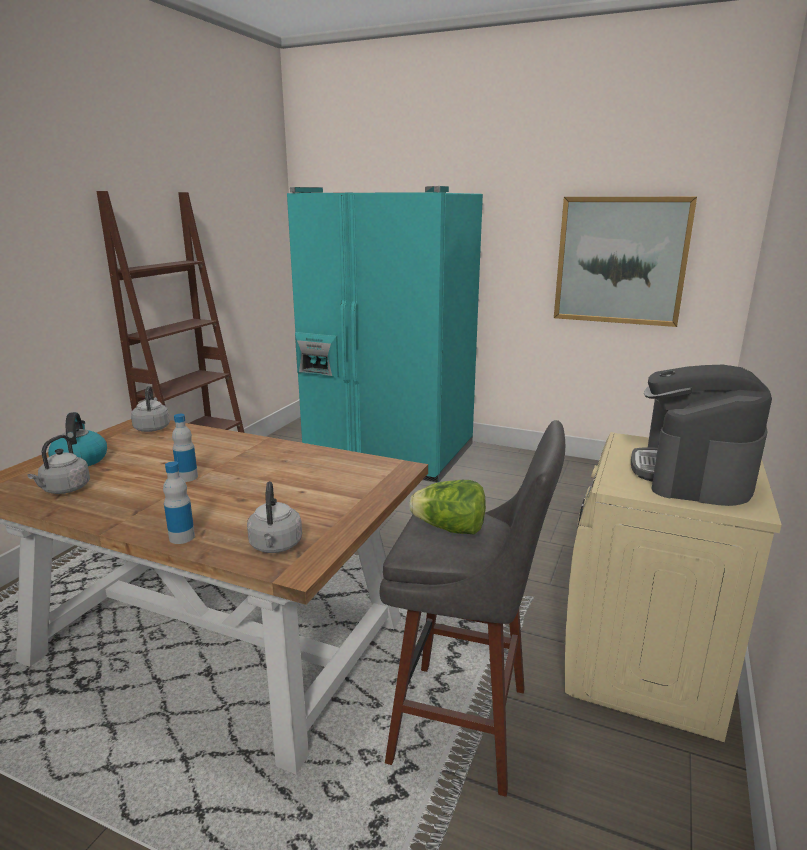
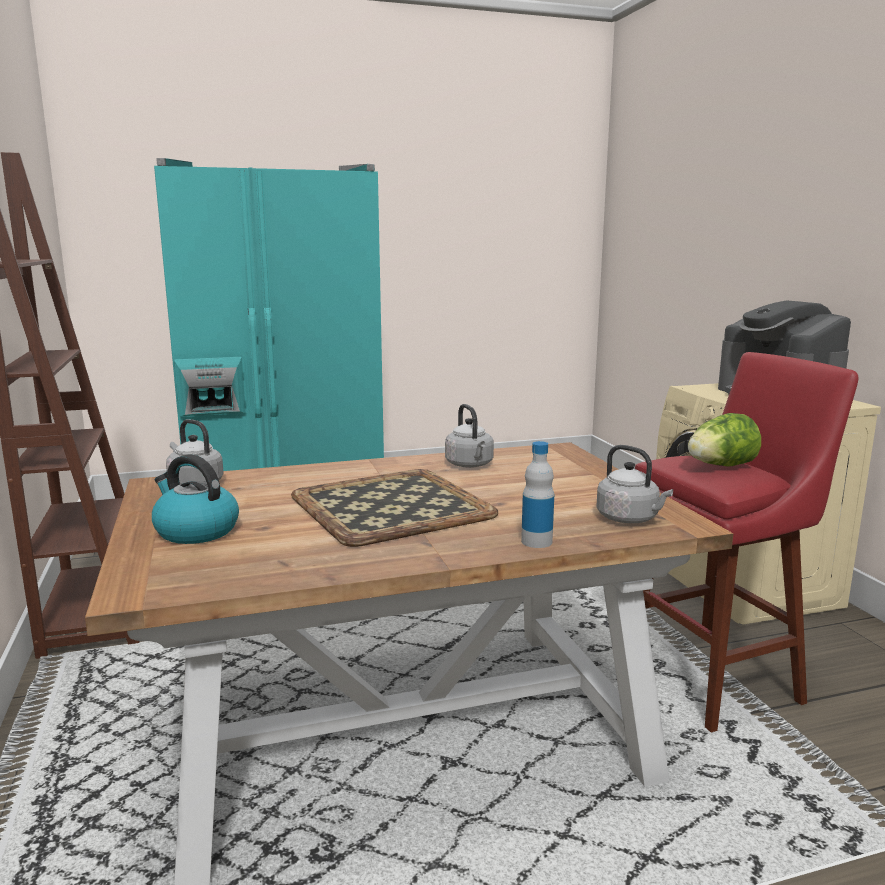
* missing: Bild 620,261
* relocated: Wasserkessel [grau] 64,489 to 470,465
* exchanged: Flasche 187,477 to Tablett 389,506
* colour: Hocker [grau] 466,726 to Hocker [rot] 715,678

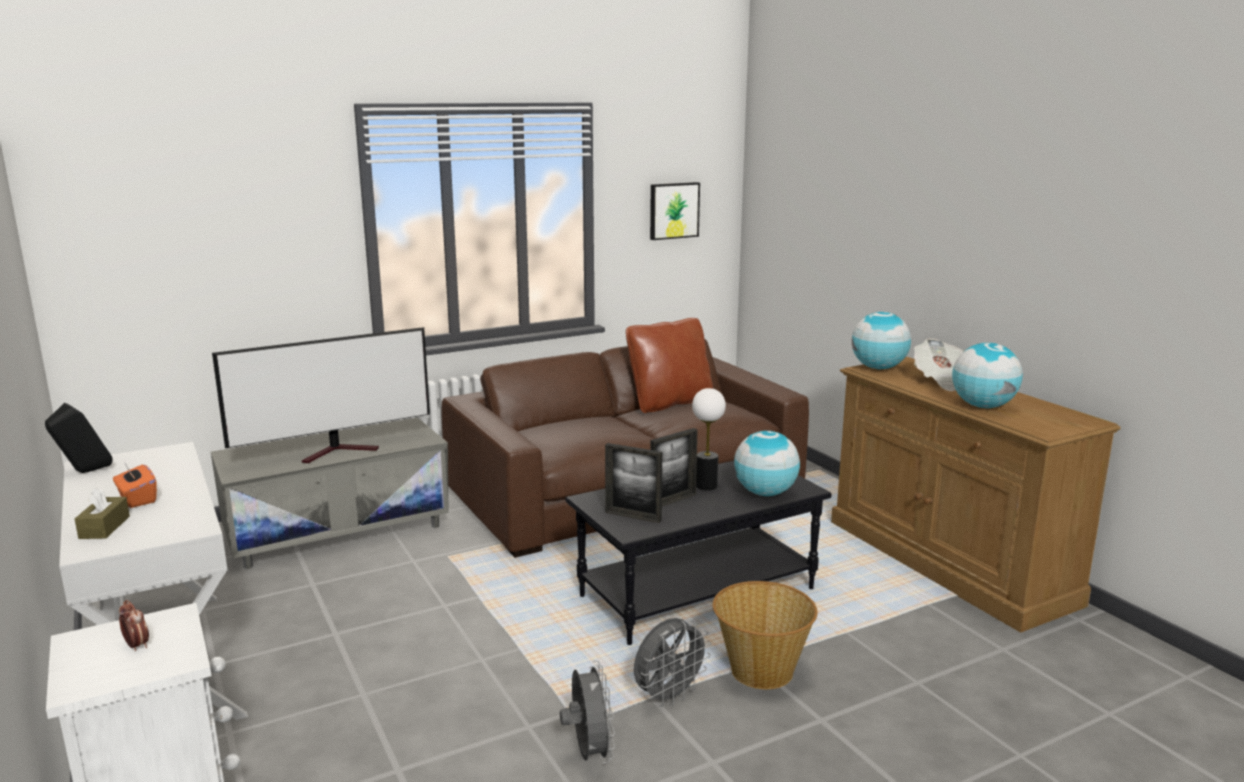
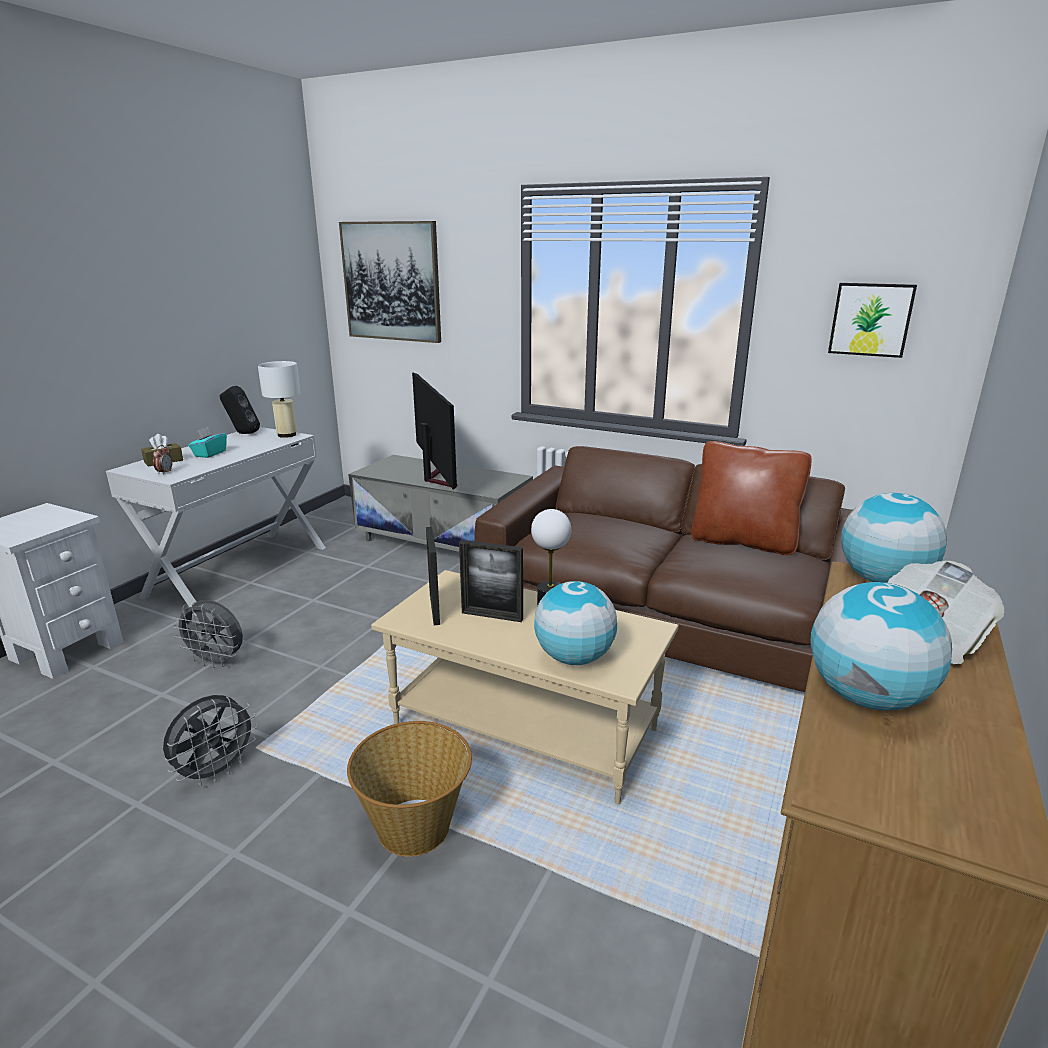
* appeared: Tischlampe [weiß] 286,435
* appeared: Bild 391,282
* relocated: Wecker 136,646 to 165,472
* relocated: Ventilator [grau] 669,696 to 217,661
* colour: Taschentuchbox [orange] 137,499 to Taschentuchbox [türkis] 210,454
* colour: Couchtisch [schwarz] 697,591 to Couchtisch [beige] 526,726
* spun: Fernseher 340,451 = 435,479 135 degrees counterclockwise

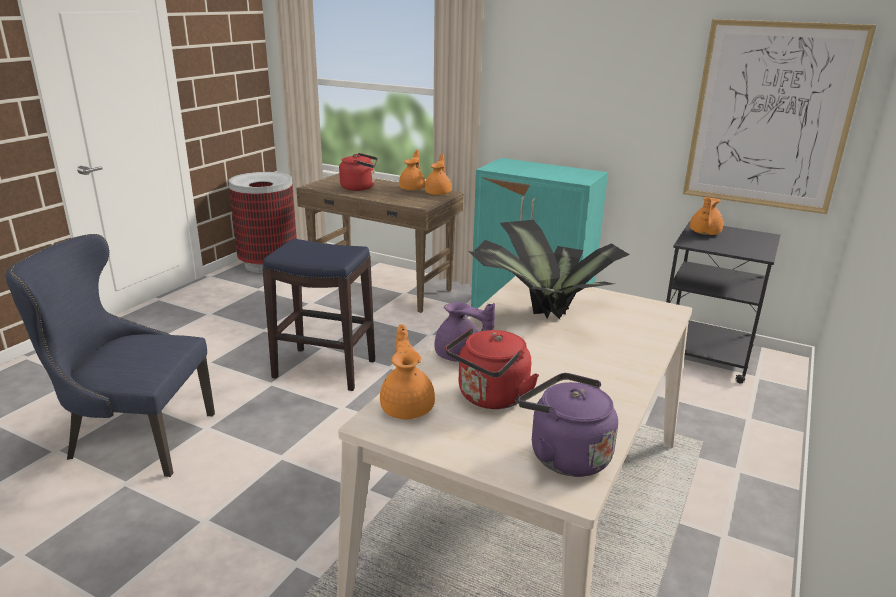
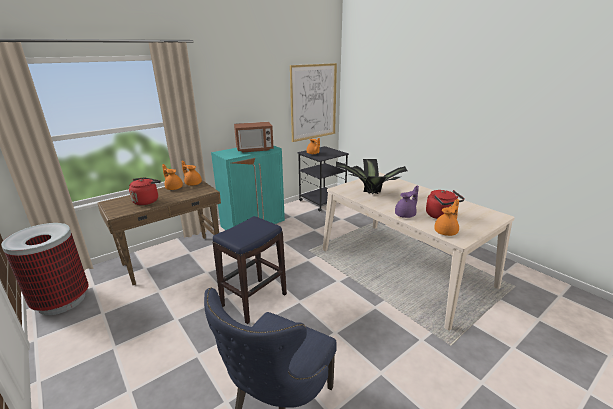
* missing: Wasserkessel [lila] 564,455
* appeared: Mikrowelle 254,149
* spun: Teekanne [orange] 407,406 = 446,232 120 degrees clockwise

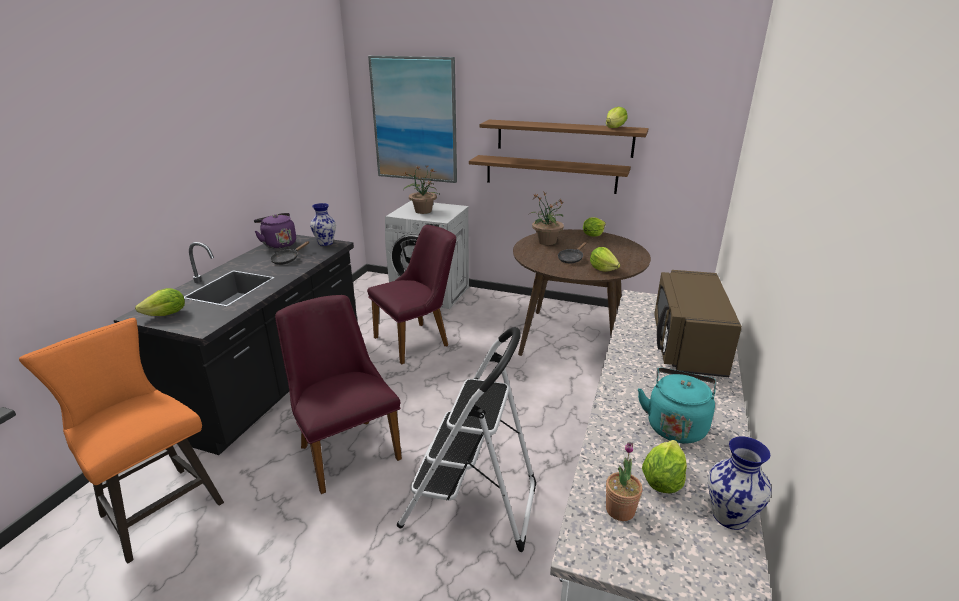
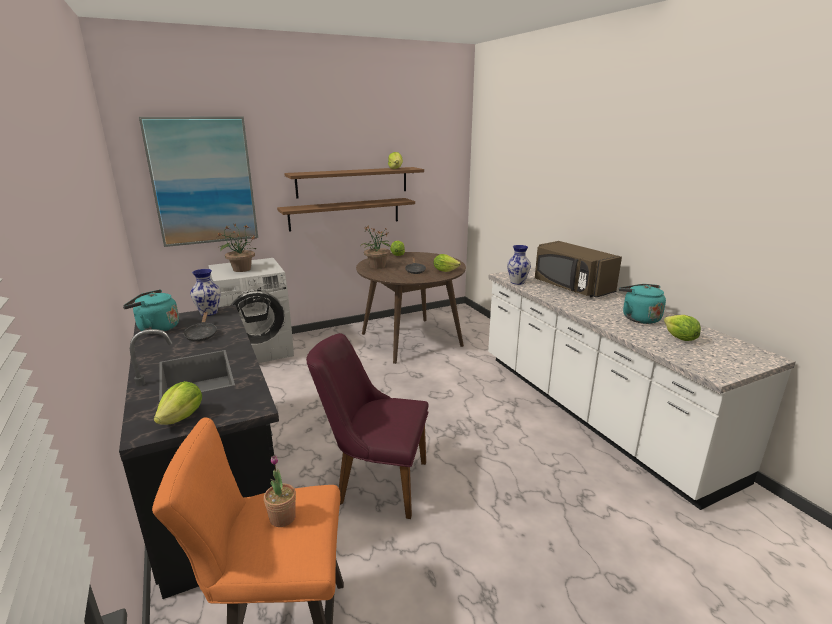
* missing: Stuhl [lila] 418,340
* missing: Trittleiter 473,506
* relocated: Topfpflanze 620,510 to 282,518
* relocated: Vase 729,516 to 517,282
* colour: Wasserkessel [lila] 278,244 to Wasserkessel [türkis] 156,328

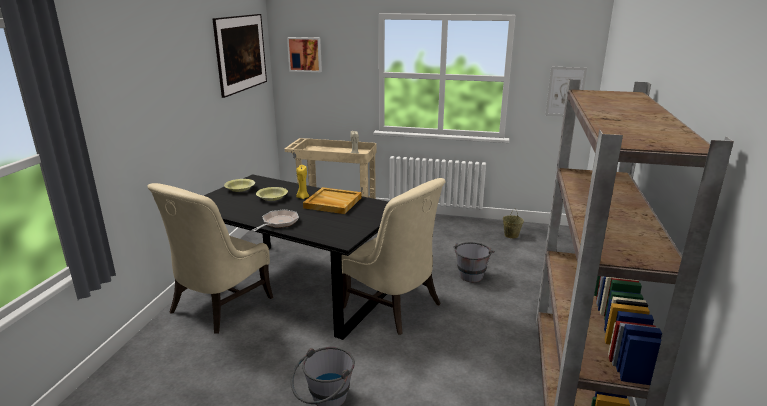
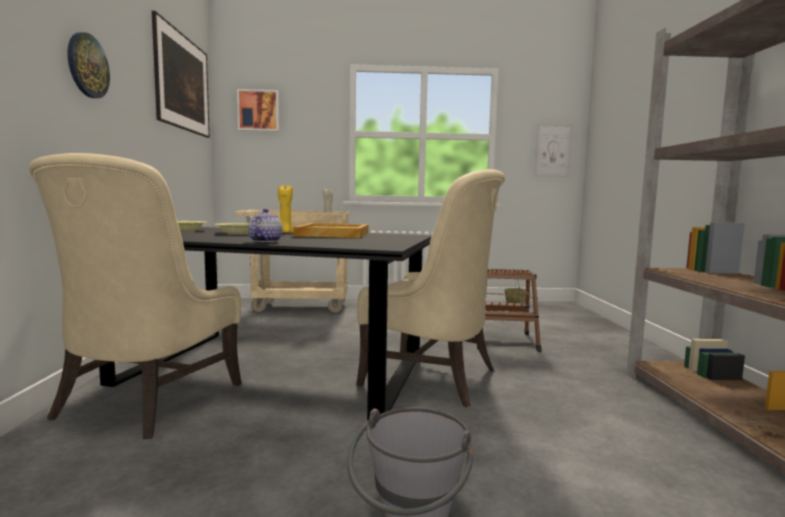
* appeared: Wanduhr 87,66
* exchanged: Pfanne 278,223 to Teekanne 265,241
* exchanged: Eimer [grau] 471,273 to Trittleiter [braun] 504,341

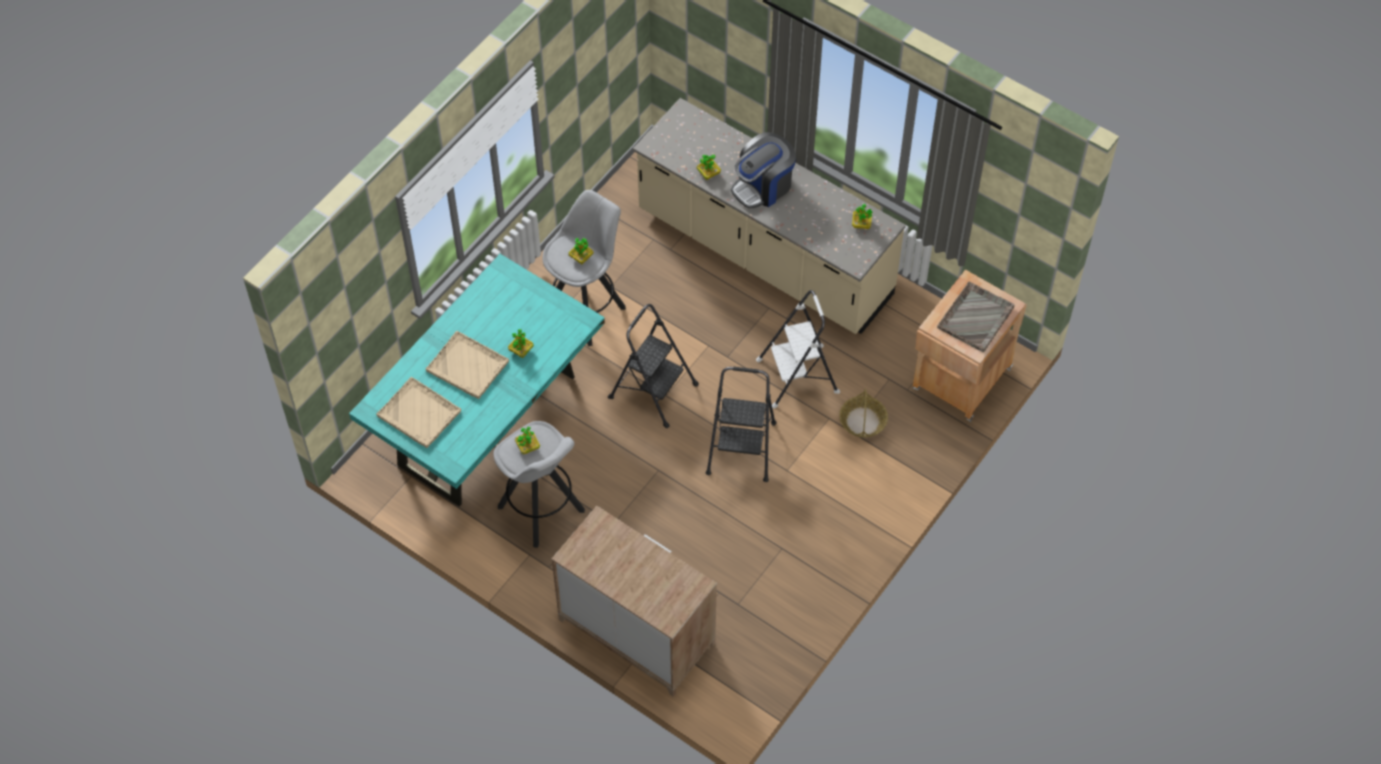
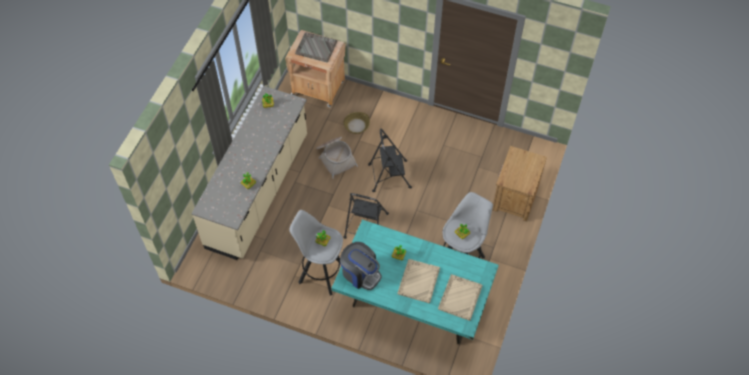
* relocated: Kaffeemaschine 763,186 to 360,273
* exchanged: Kommode 635,631 to Nachttisch [braun] 514,197
* exchanged: Trittleiter [weiß] 800,375 to Korb 335,158

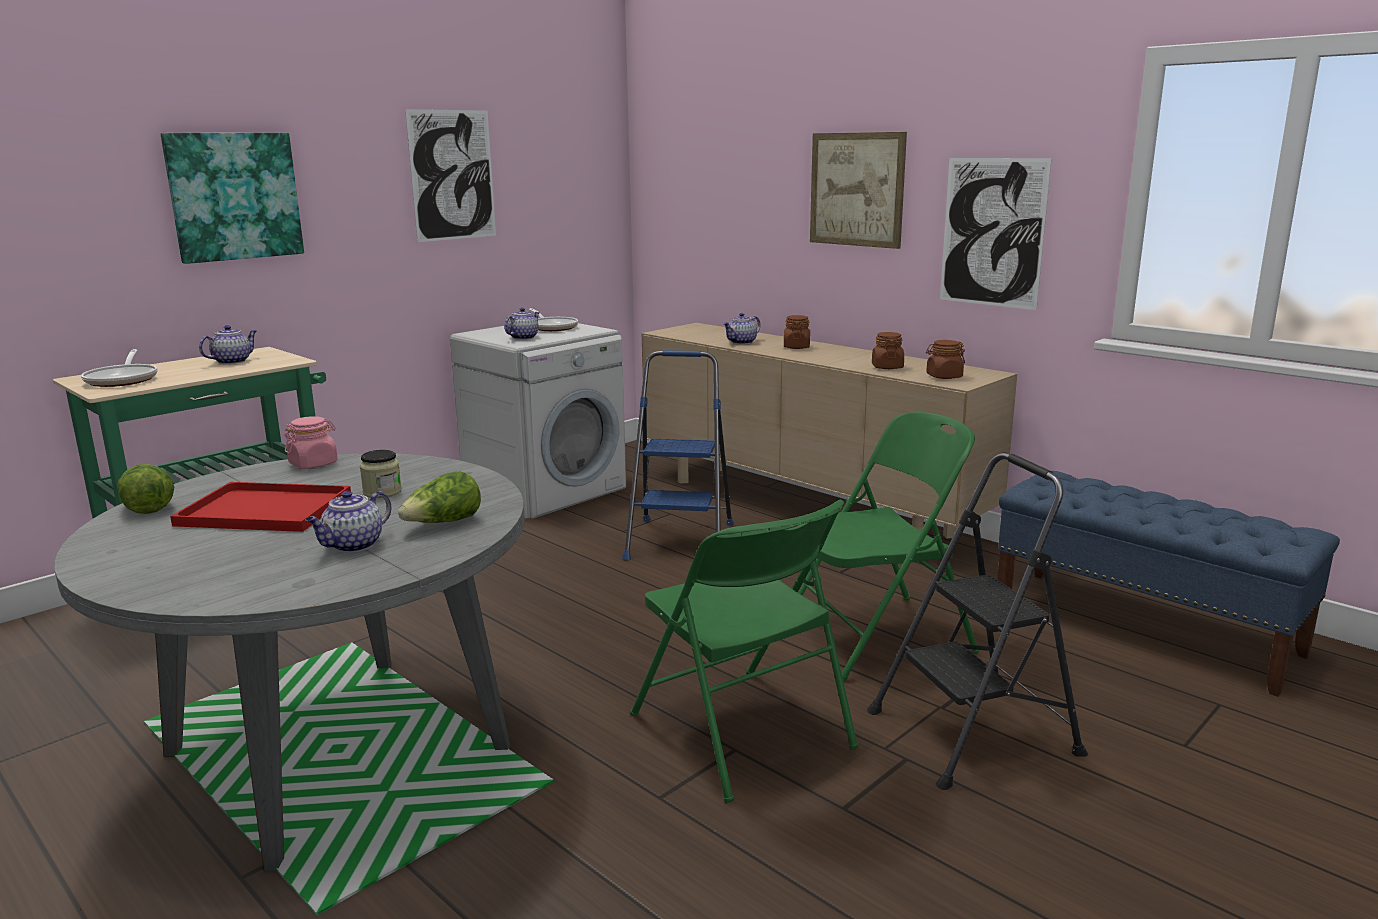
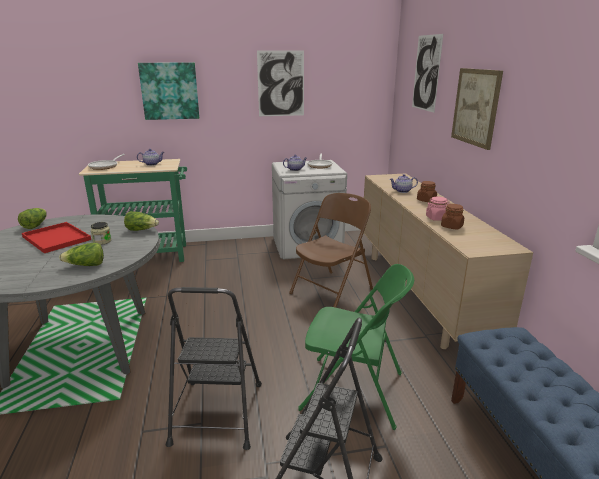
* missing: Teekanne 353,545
* missing: Vorratsglas [braun] 944,376
* appeared: Salatkopf 142,230
* relocated: Vorratsglas [rosa] 313,464 to 436,218
* relocated: Bild 992,232 to 426,73
* exchanged: Trittleiter [blau] 681,538 to Stuhl [braun] 331,291
* exchanged: Stuhl [grün] 740,731 to Trittleiter [schwarz] 216,414

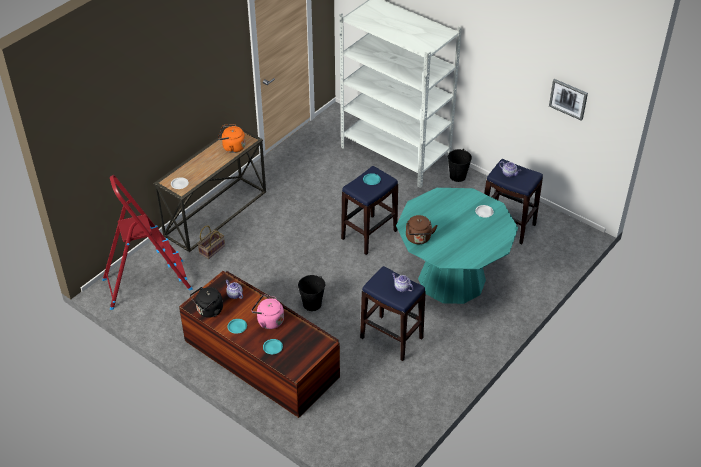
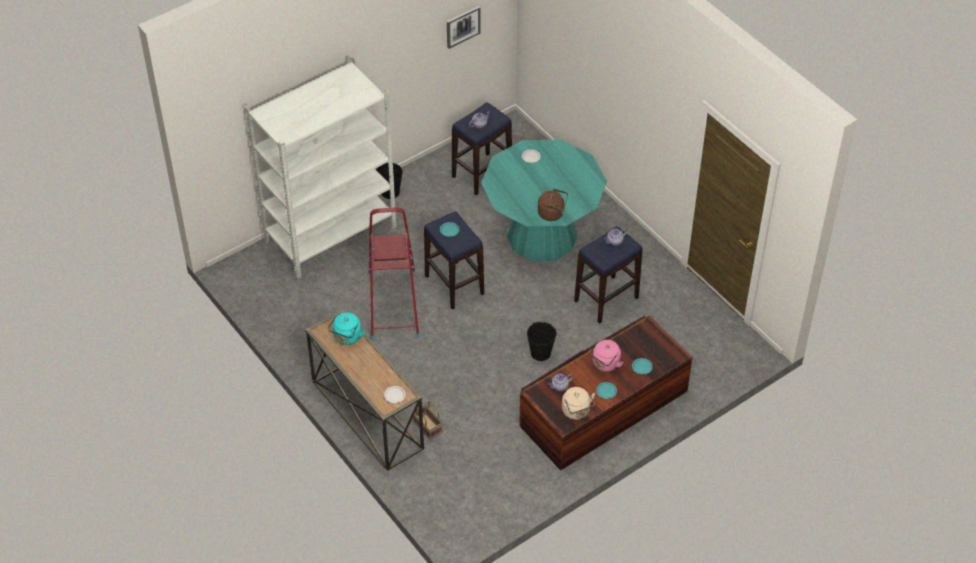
* relocated: Trittleiter [rot] 148,284 to 393,303
* colour: Wasserkessel [schwarz] 208,311 to Wasserkessel [beige] 577,412
* colour: Wasserkessel [orange] 232,147 to Wasserkessel [türkis] 347,338

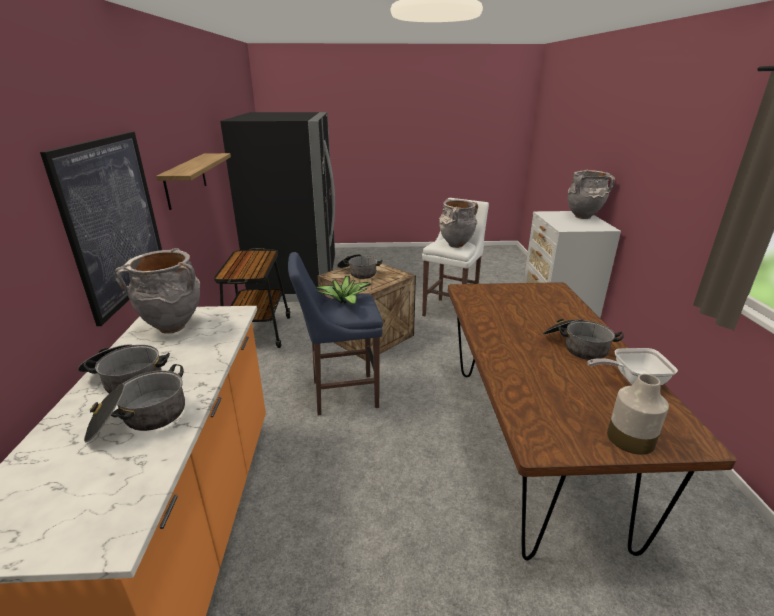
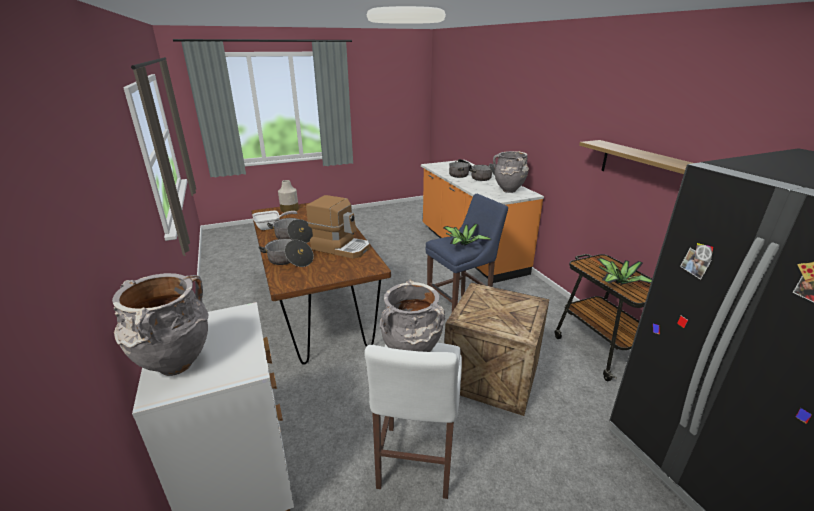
* missing: Bild 114,221
* appeared: Kaffeemaschine 341,247
* appeared: Topfpflanze 619,283
* relocated: Kochtopf 358,273 to 289,260

